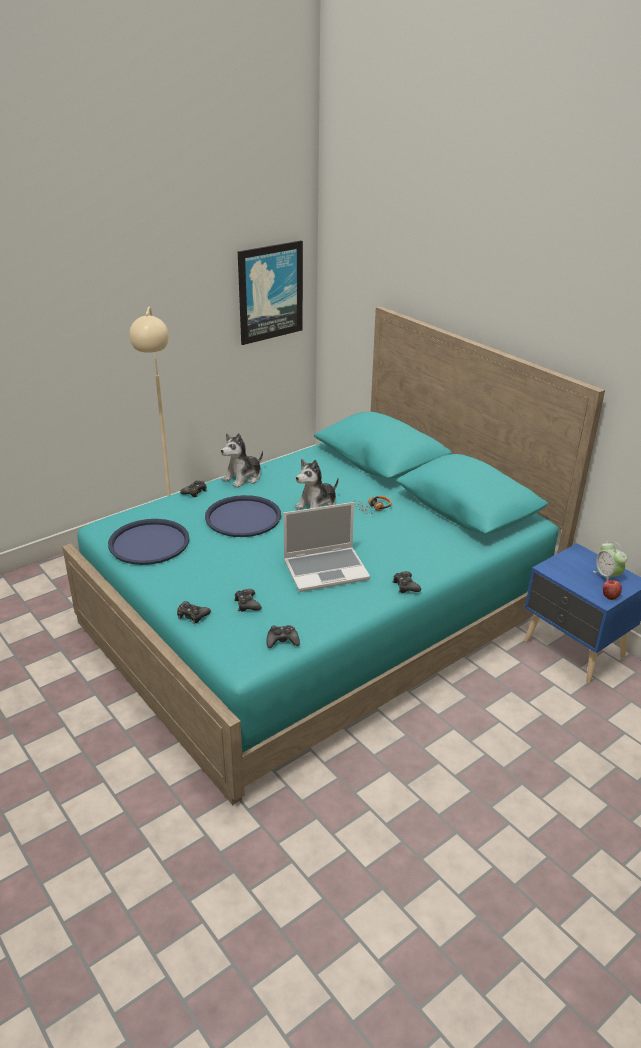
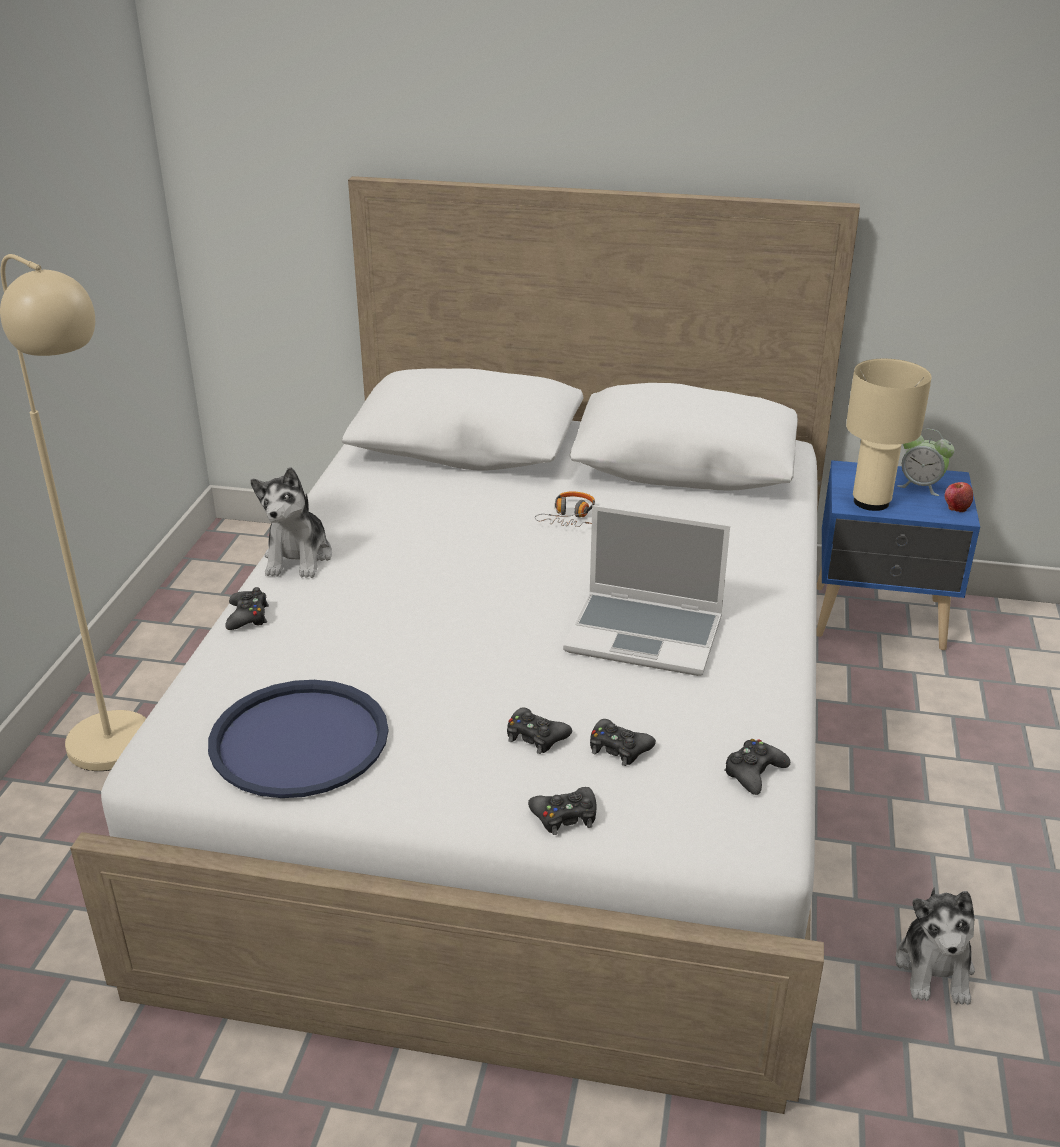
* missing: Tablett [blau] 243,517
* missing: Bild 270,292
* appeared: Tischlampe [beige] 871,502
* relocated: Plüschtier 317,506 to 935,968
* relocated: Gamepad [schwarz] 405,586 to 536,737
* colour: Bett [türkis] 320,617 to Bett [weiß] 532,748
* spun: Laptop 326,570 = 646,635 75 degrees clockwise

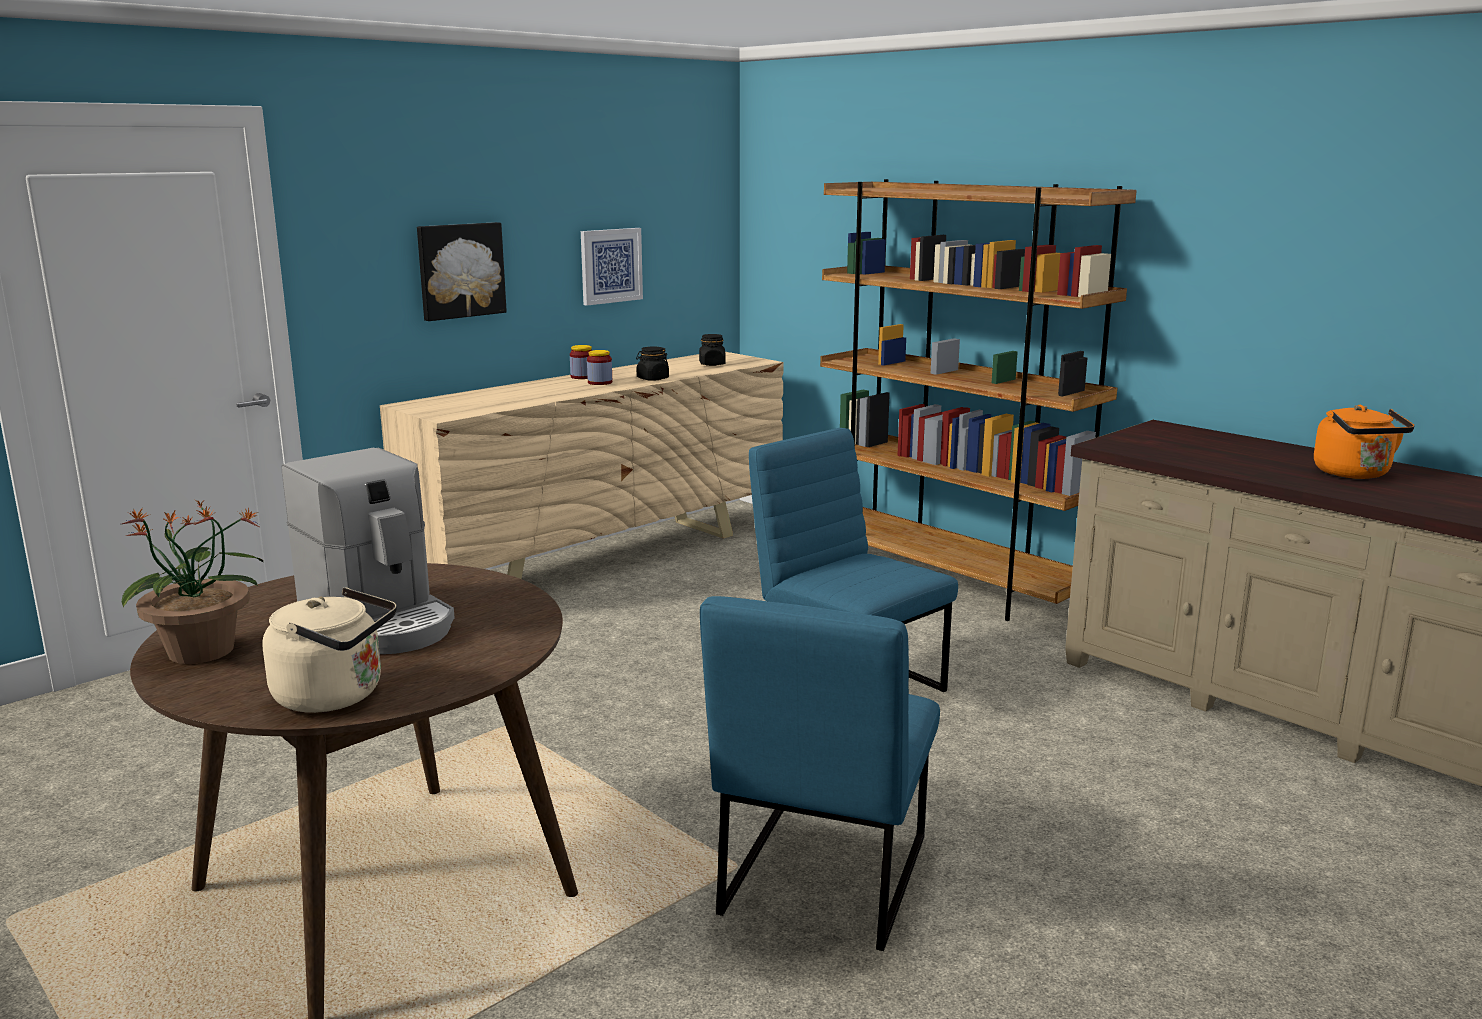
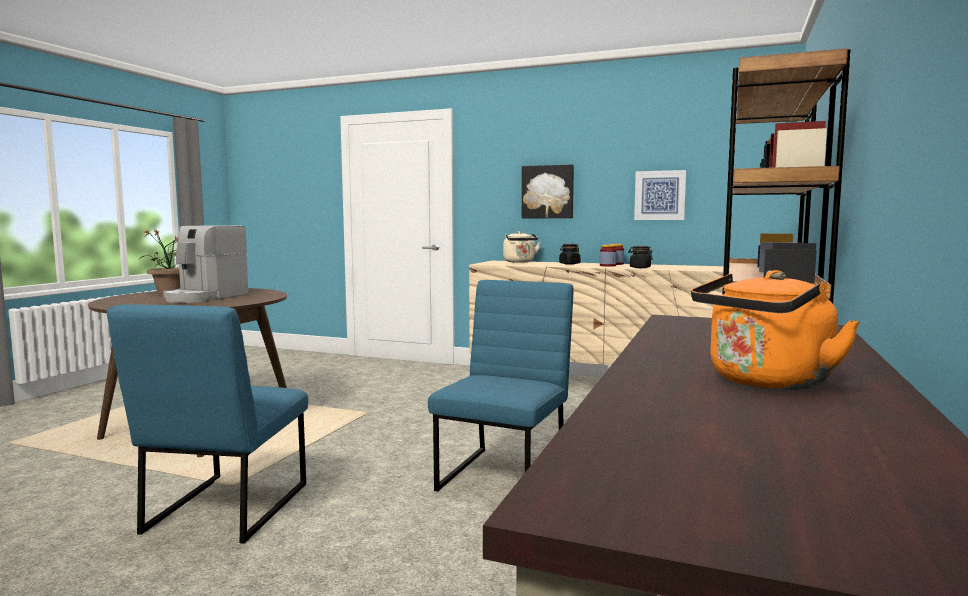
* relocated: Wasserkessel [beige] 336,696 to 520,262
* relocated: Vorratsglas [schwarz] 712,364 to 569,264
* spun: Stuhl [blau] 821,877 = 224,509 75 degrees counterclockwise

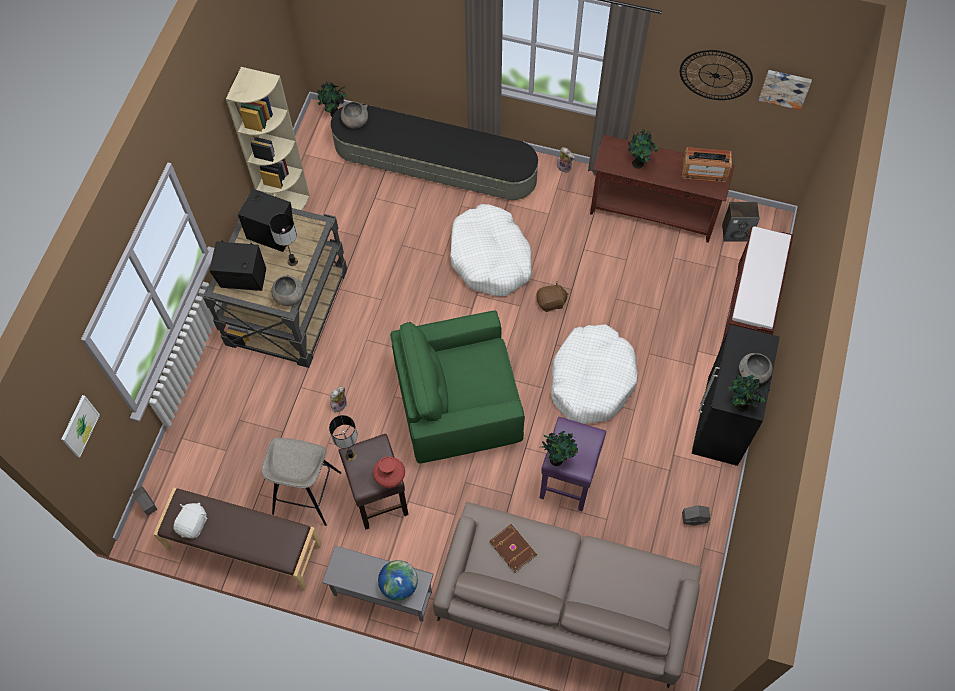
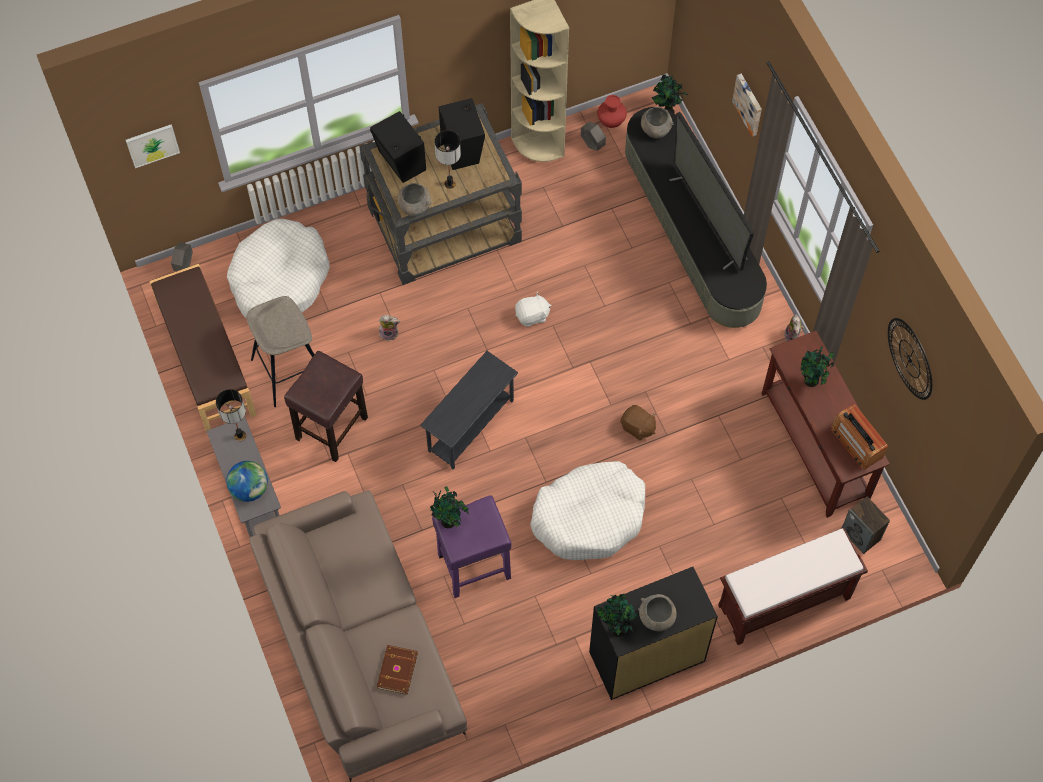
* appeared: Fernseher 708,218
* relocated: Plüschtier [weiß] 193,524 to 532,316
* relocated: Tischlampe 350,455 to 240,435
* relocated: Vase [rot] 390,477 to 611,121
* relocated: Hundebett [weiß] 490,258 to 279,279
* relocated: Buch [braun] 513,547 to 398,670
* relocated: Pflanzkübel [grau] 693,520 to 592,144
* relocated: Bild 785,88 to 749,104
* exchanged: Sessel [grün] 458,404 to Beistelltisch [grau] 470,425

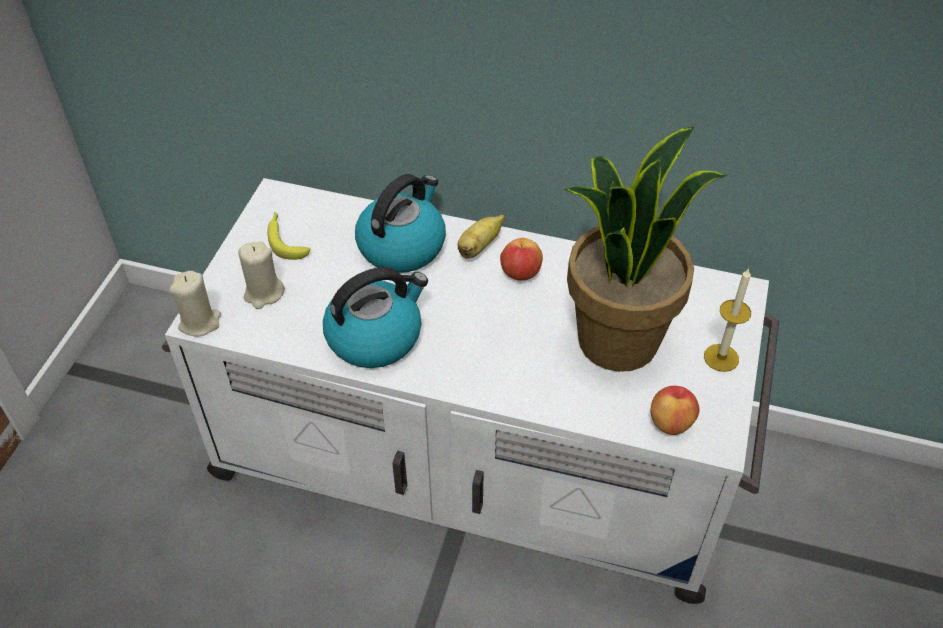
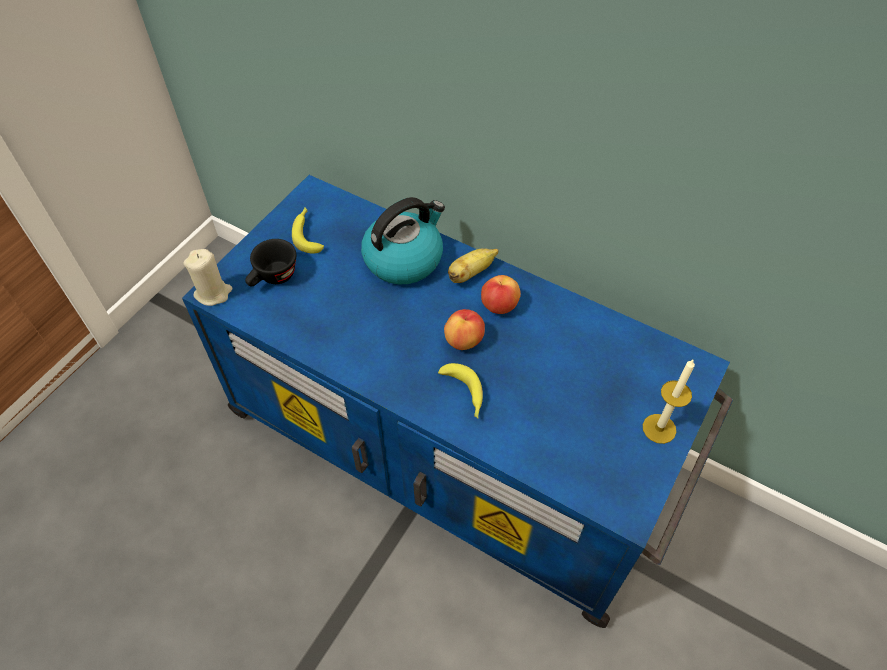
* missing: Wasserkessel 375,336
* missing: Topfpflanze 617,338
* appeared: Banane 464,394
* relocated: Apfel 671,422 to 464,340
* exchanged: Kerze [beige] 263,293 to Tasse [schwarz] 273,278
* colour: Schrank [weiß] 475,456 to Schrank [blau] 448,445

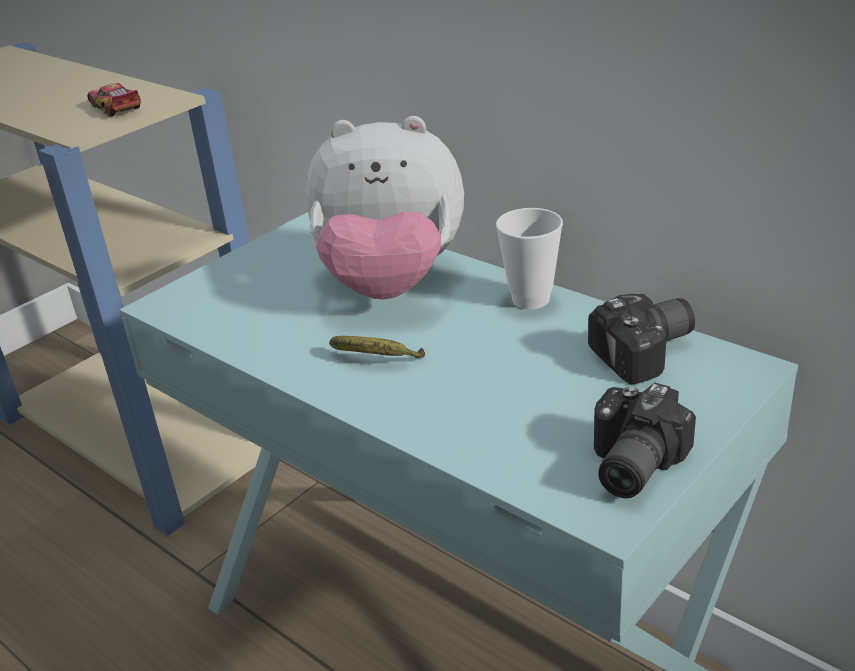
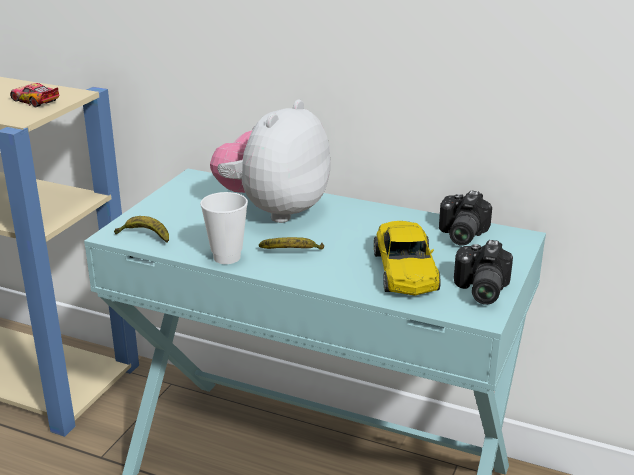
* appeared: Banane 144,237
* appeared: Spielzeugauto [gelb] 405,270
* relocated: Tasse 530,299 to 227,257
* spun: Plüschtier 391,284 = 274,210 135 degrees clockwise
* spun: Kamera 648,353 = 459,234 150 degrees clockwise

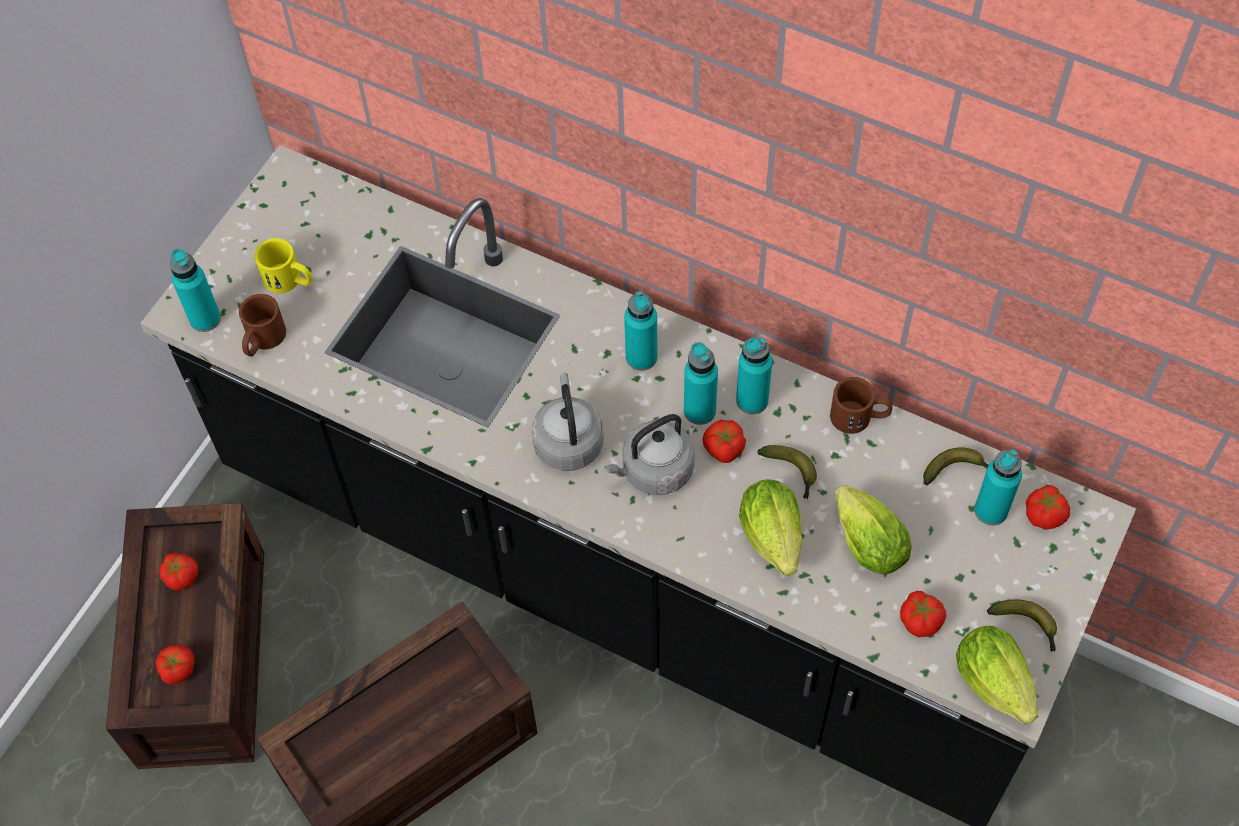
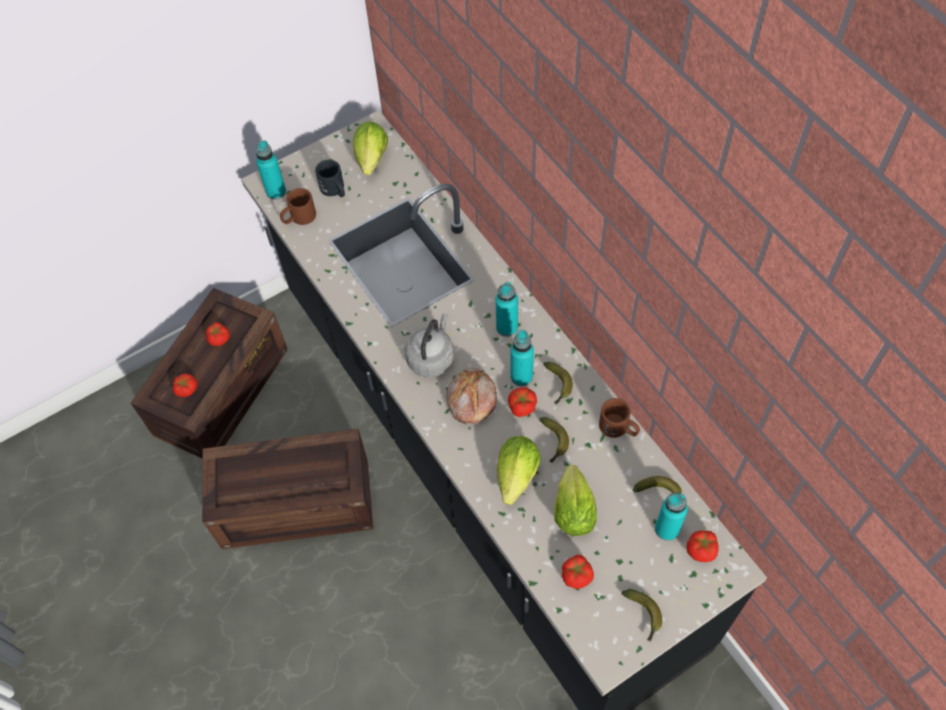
* relocated: Salatkopf 997,688 to 371,161
* exchanged: Wasserkessel [grau] 654,471 to Brot 470,400
* exchanged: Flasche [türkis] 752,400 to Banane 557,385
* colour: Henkelbecher [gelb] 289,280 to Henkelbecher [schwarz] 335,190

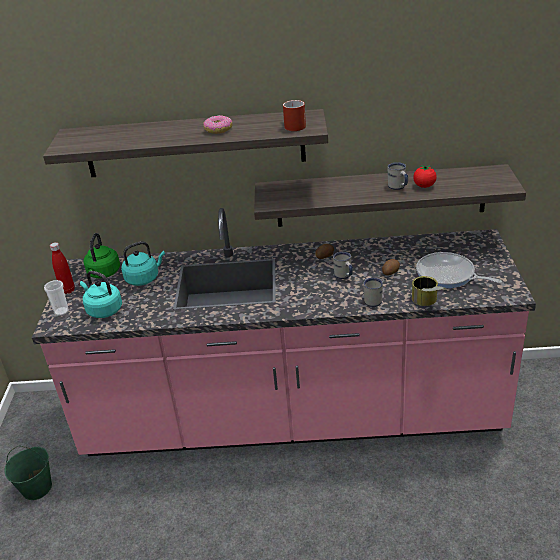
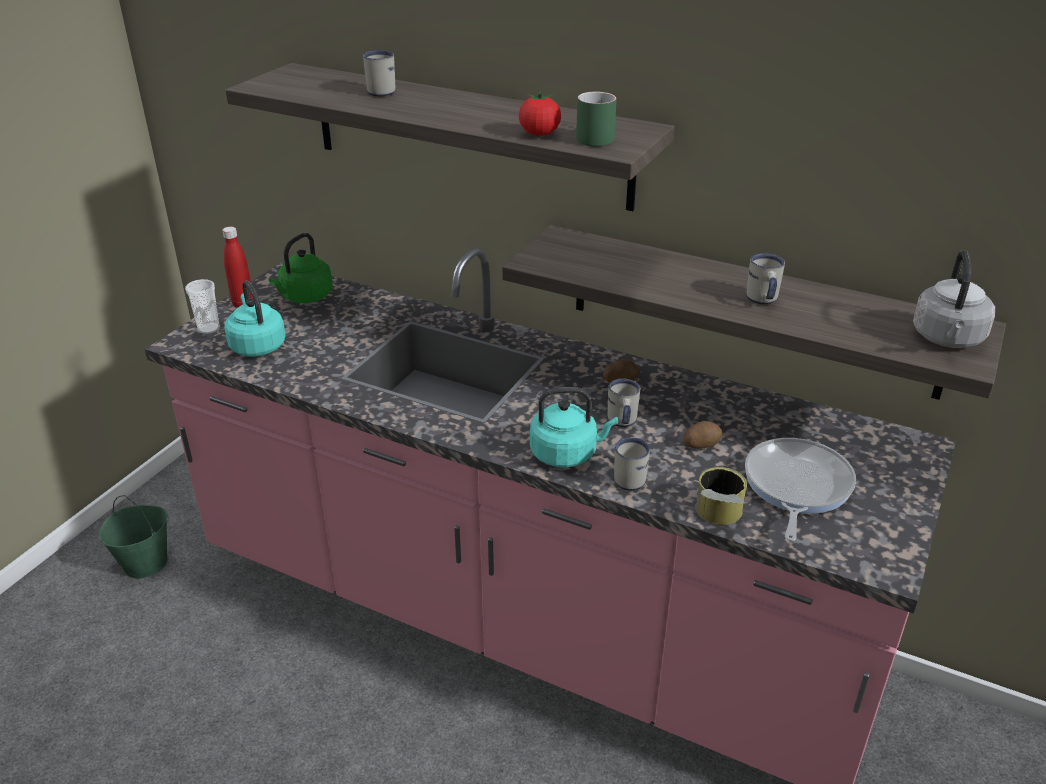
* missing: Donut 218,129
* appeared: Henkelbecher [weiß] 380,90
* appeared: Wasserkessel [grau] 947,339
* relocated: Wasserkessel [türkis] 144,278 to 567,454
* relocated: Tomate 424,186 to 539,134
* colour: Henkelbecher [rot] 292,126 to Henkelbecher [grün] 592,137
* spun: Pfanne 448,275 = 795,487 45 degrees clockwise

